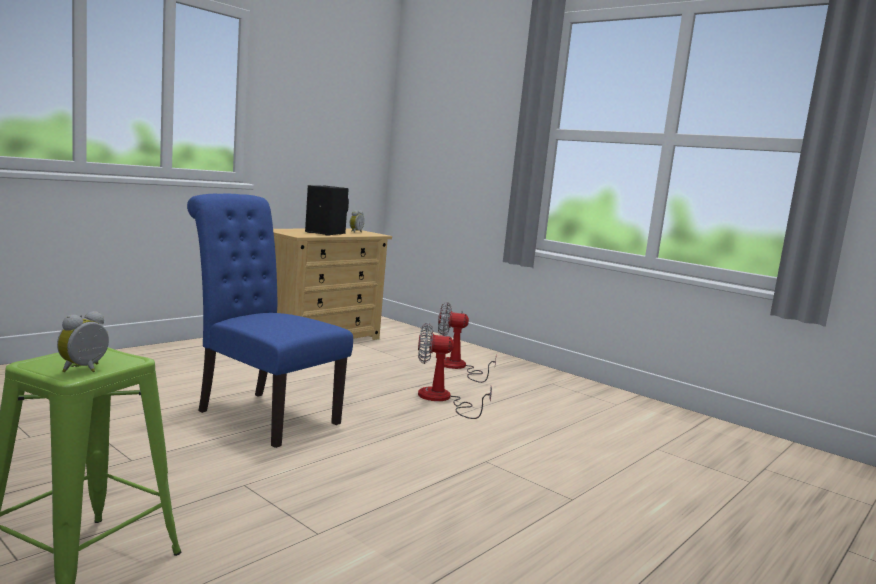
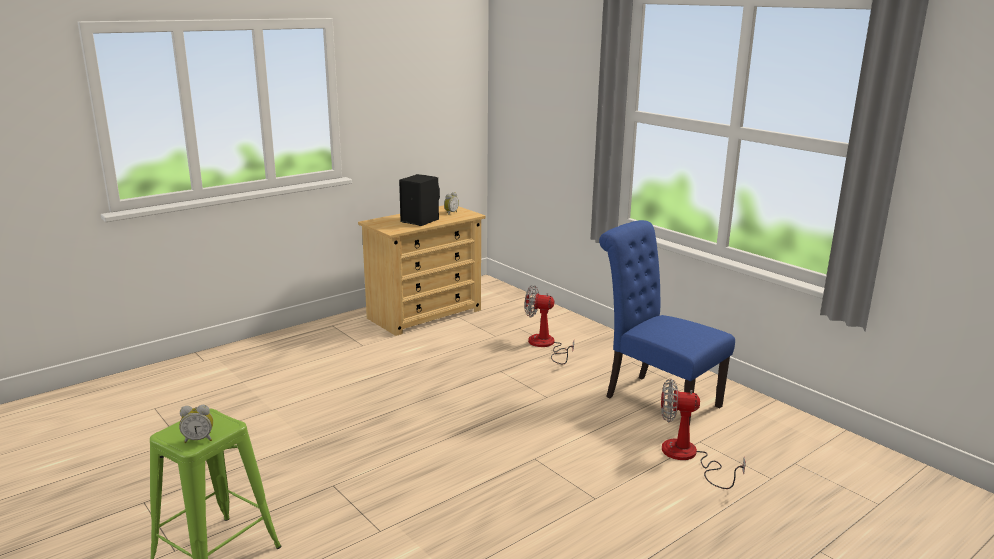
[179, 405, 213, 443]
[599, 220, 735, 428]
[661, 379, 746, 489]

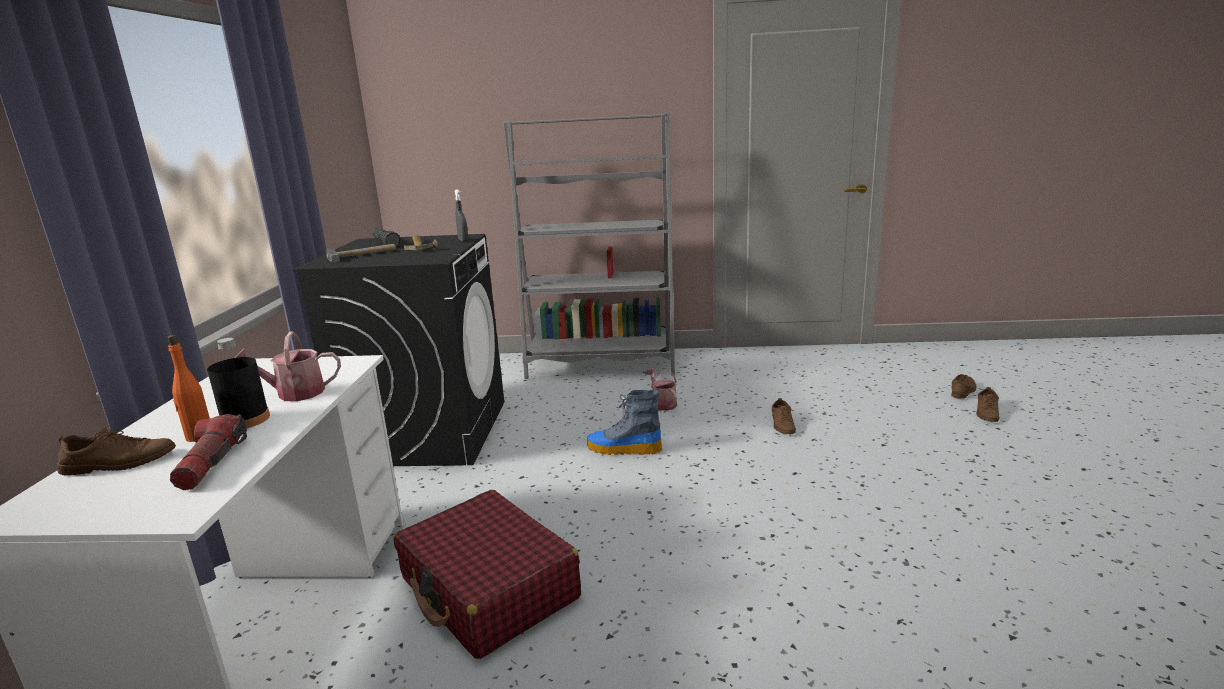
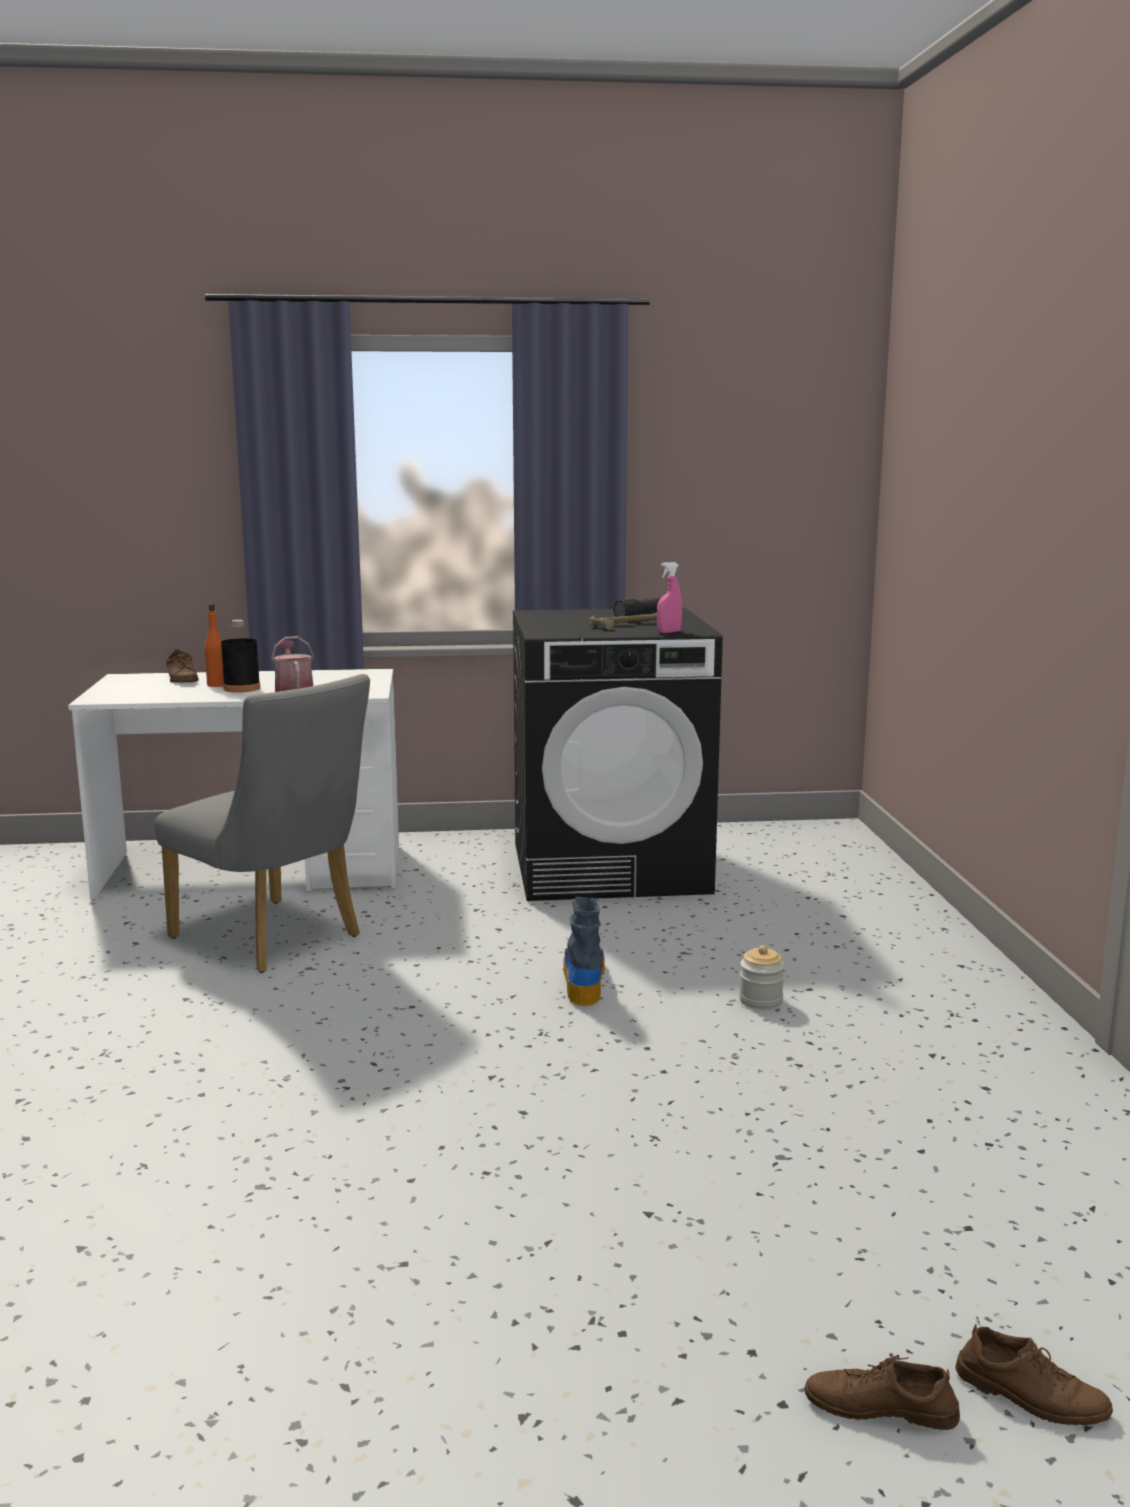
[170, 414, 247, 490] (first image)
[326, 244, 396, 263] (first image)
[155, 674, 370, 973]
[657, 562, 682, 633]
[503, 113, 675, 379] (first image)
[739, 945, 785, 1009]
[772, 398, 796, 434] (first image)

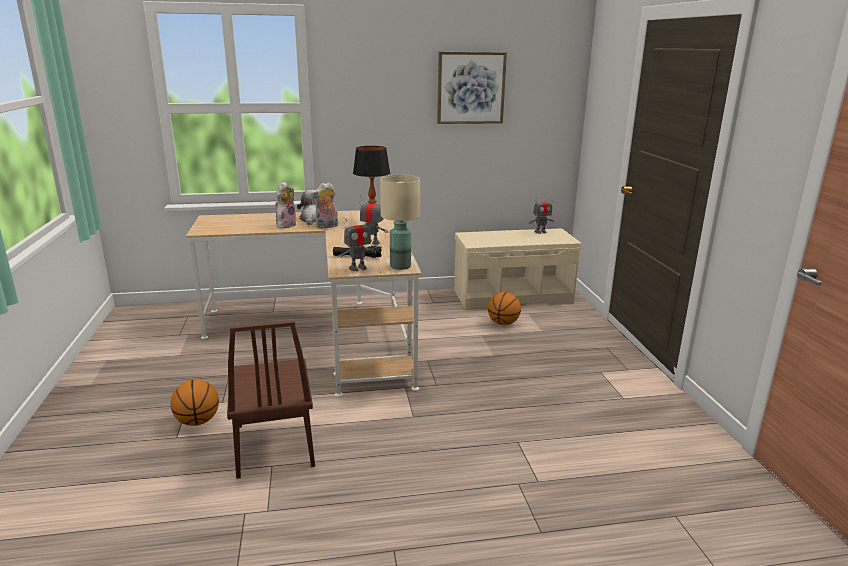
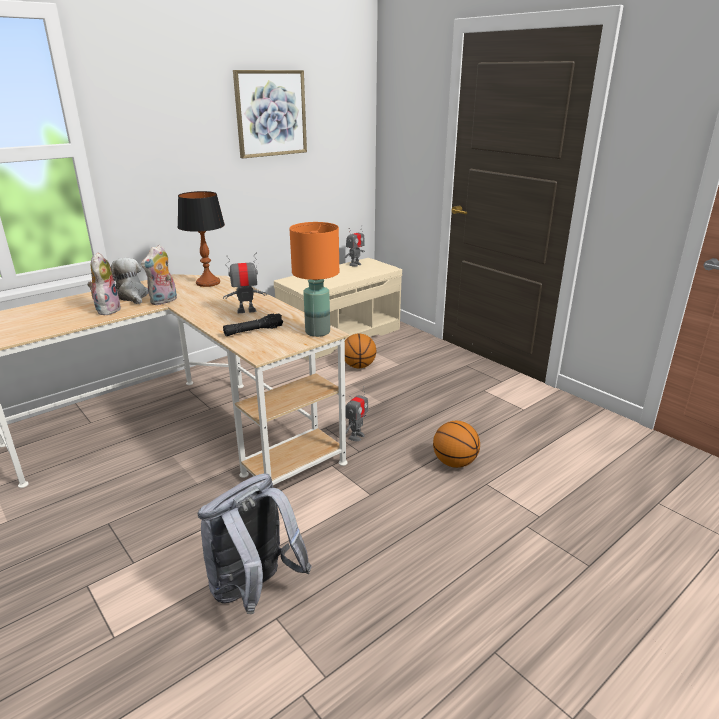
[433, 421, 480, 468]
[198, 474, 312, 614]
[345, 386, 368, 441]
[290, 222, 339, 337]

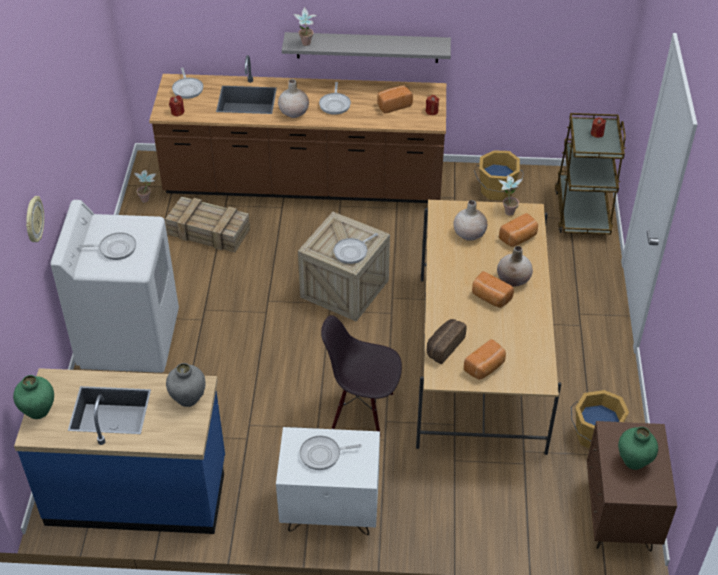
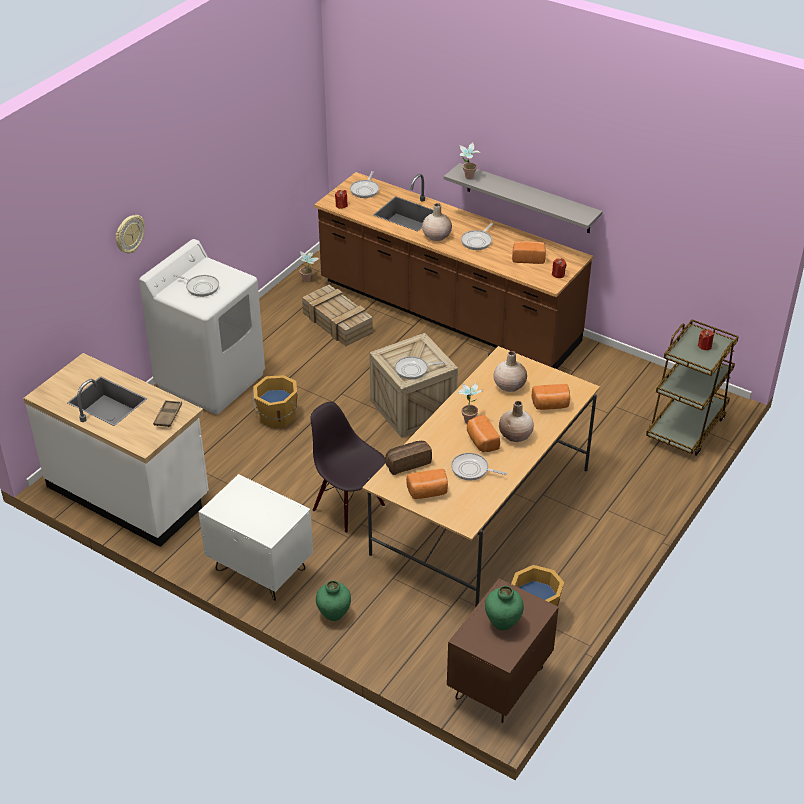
[316, 581, 351, 621]
[23, 353, 209, 547]
[153, 400, 182, 427]
[451, 453, 507, 481]
[252, 375, 298, 428]
[457, 382, 483, 424]

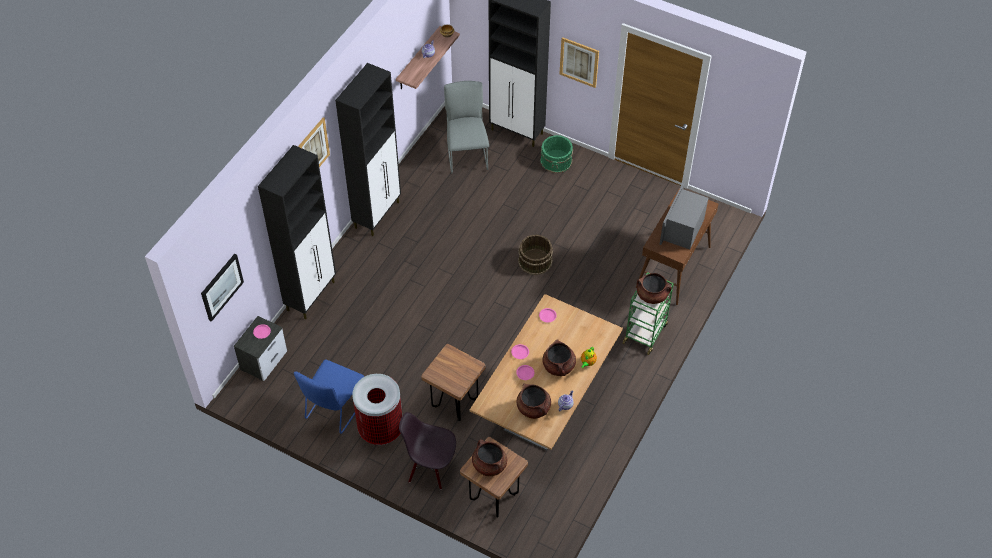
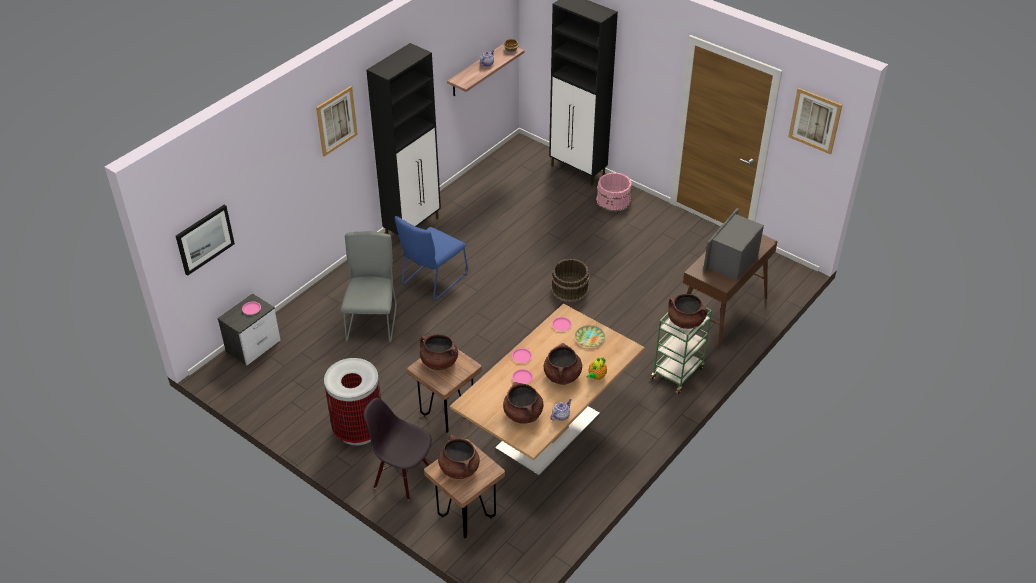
[258, 145, 336, 319] (first image)
[395, 216, 468, 300]
[341, 231, 397, 343]
[596, 173, 632, 212]
[788, 88, 842, 155]
[420, 334, 458, 370]
[575, 325, 605, 347]

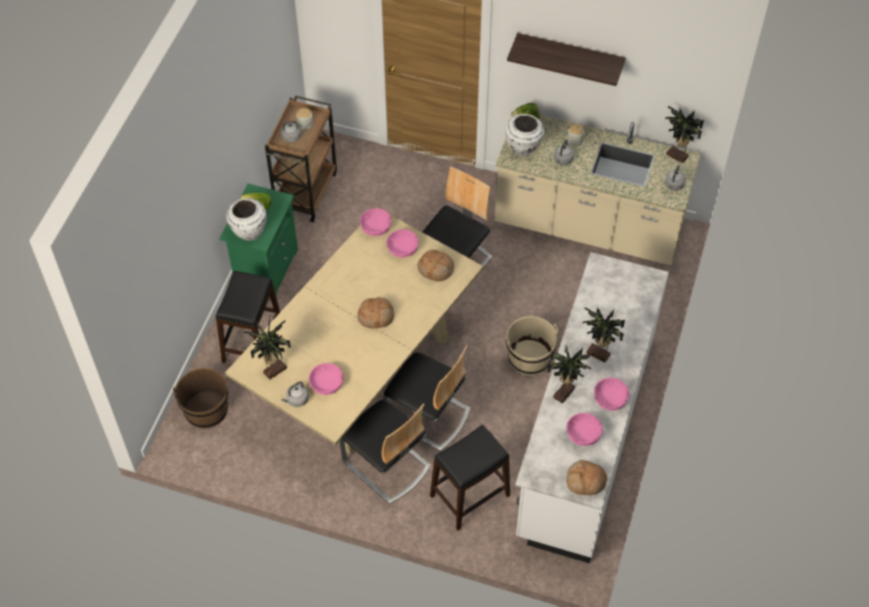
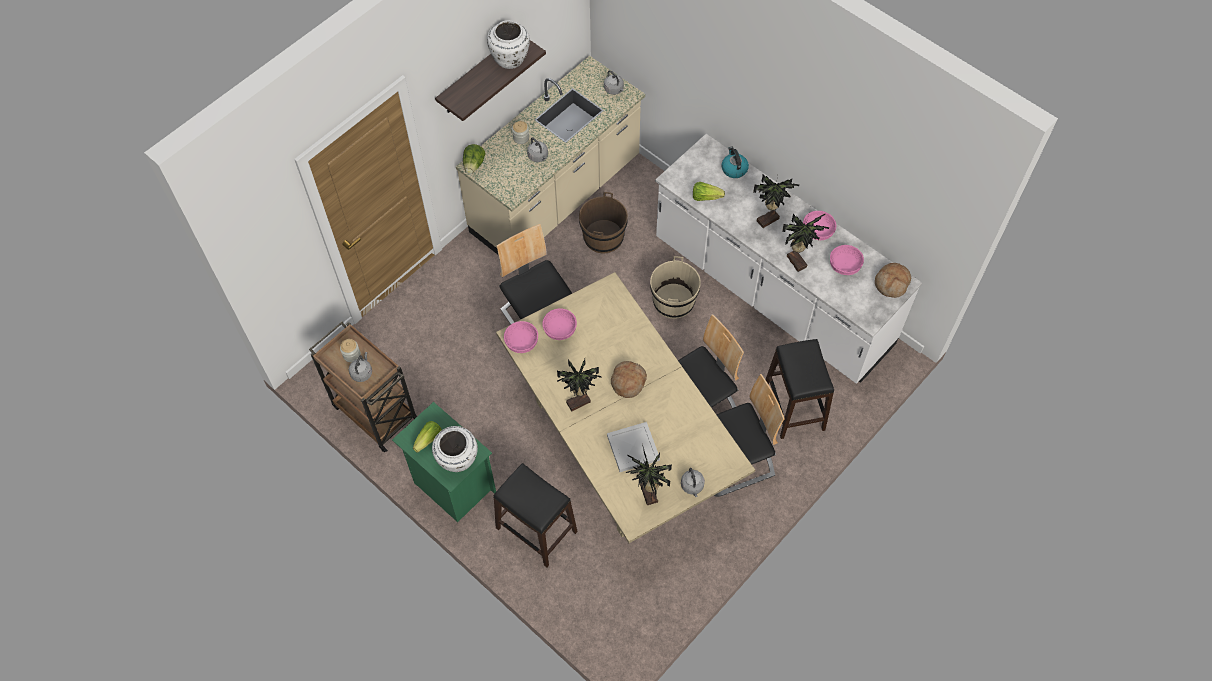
[579, 192, 628, 254]
[309, 363, 343, 395] (first image)
[418, 250, 454, 282] (first image)
[487, 20, 530, 69]
[557, 359, 601, 411]
[607, 422, 660, 472]
[693, 182, 725, 201]
[721, 147, 749, 178]

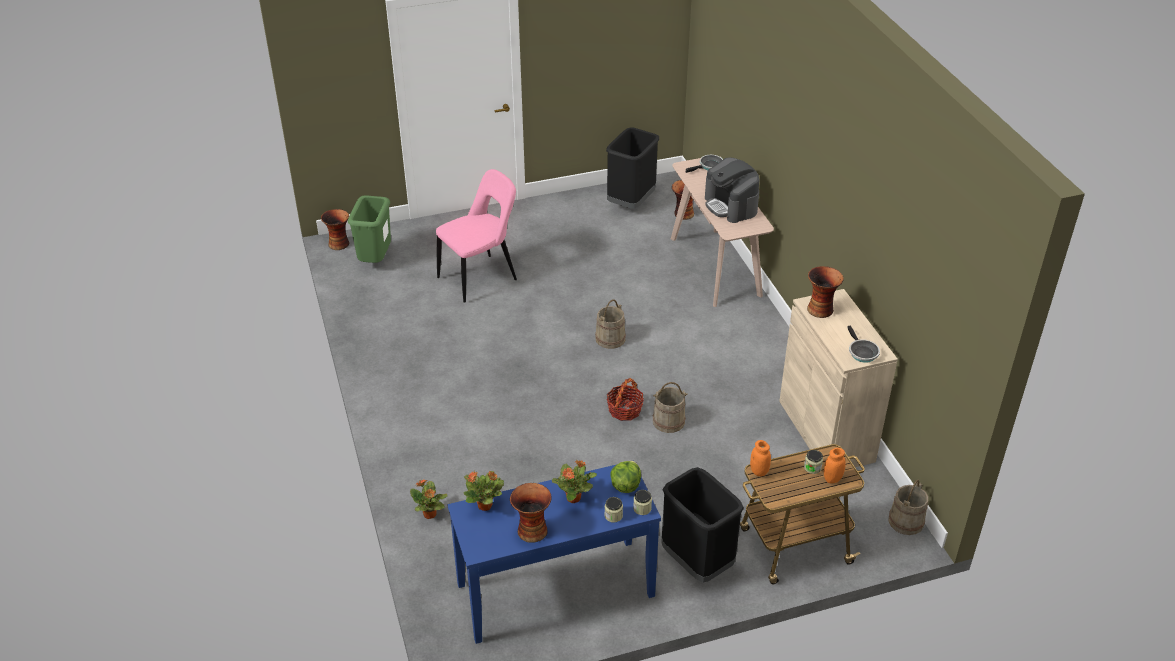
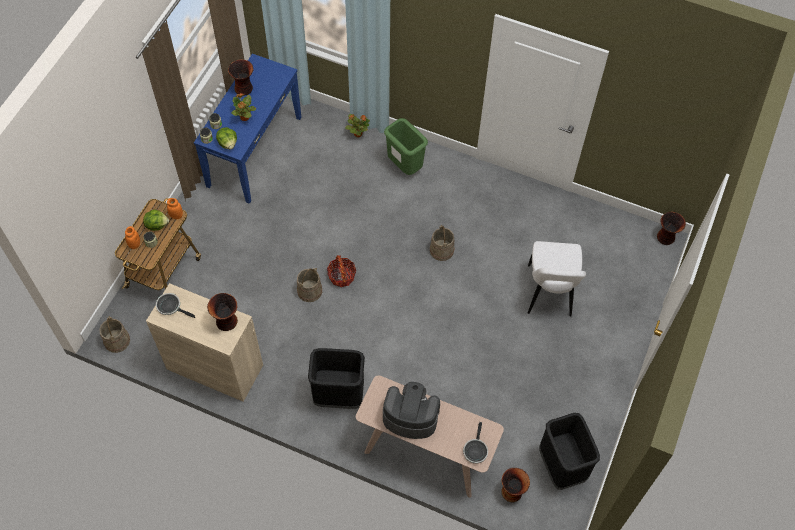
[384, 118, 428, 175]
[528, 241, 586, 317]
[464, 471, 504, 511] (first image)
[430, 225, 455, 261]
[308, 348, 365, 409]
[143, 209, 169, 231]

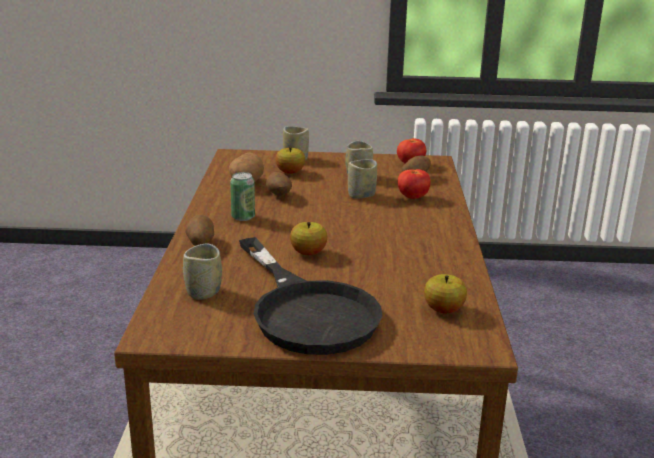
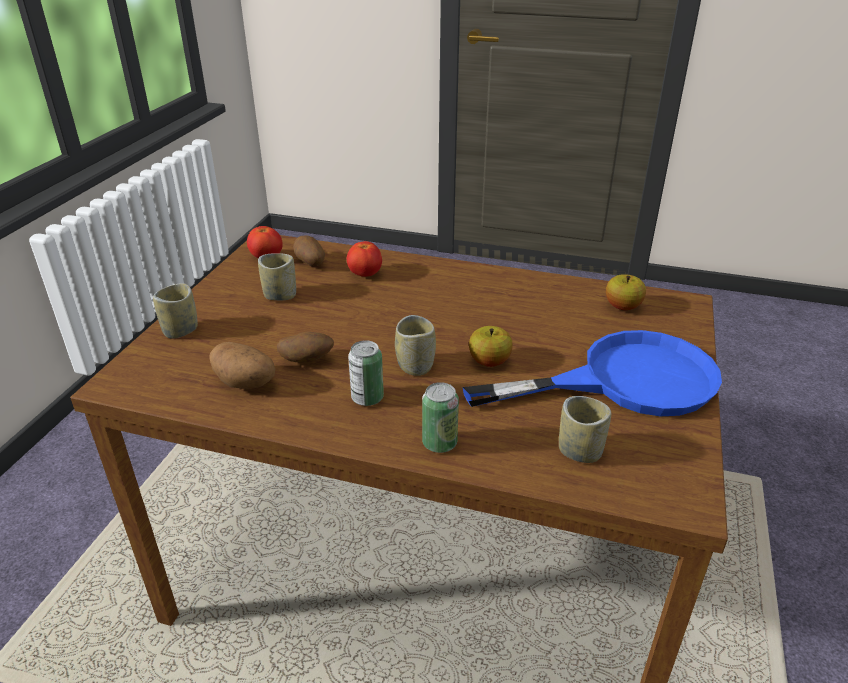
[422, 382, 459, 453]
[463, 330, 722, 416]
[276, 147, 305, 174] (first image)
[395, 315, 436, 376]

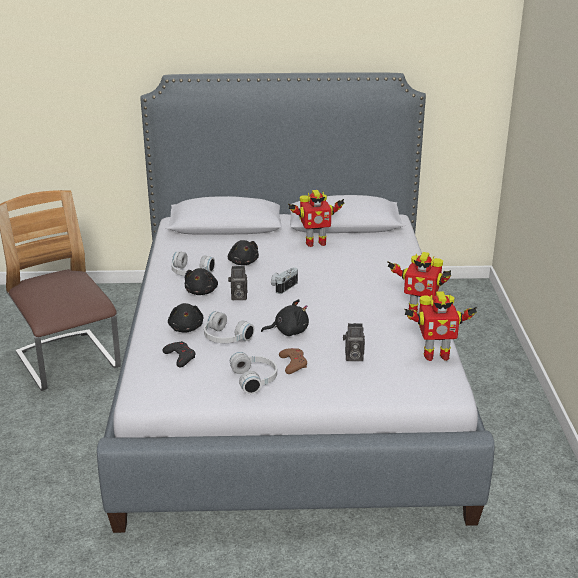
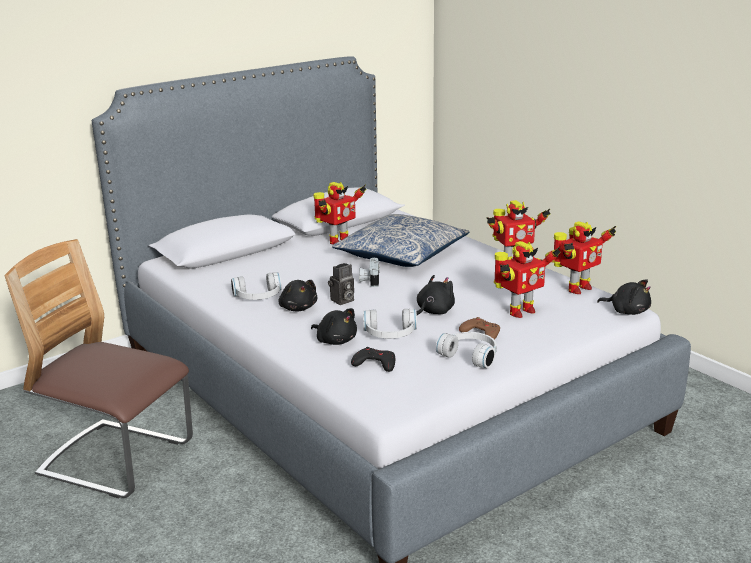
[597, 279, 651, 315]
[494, 241, 561, 318]
[332, 214, 470, 267]

